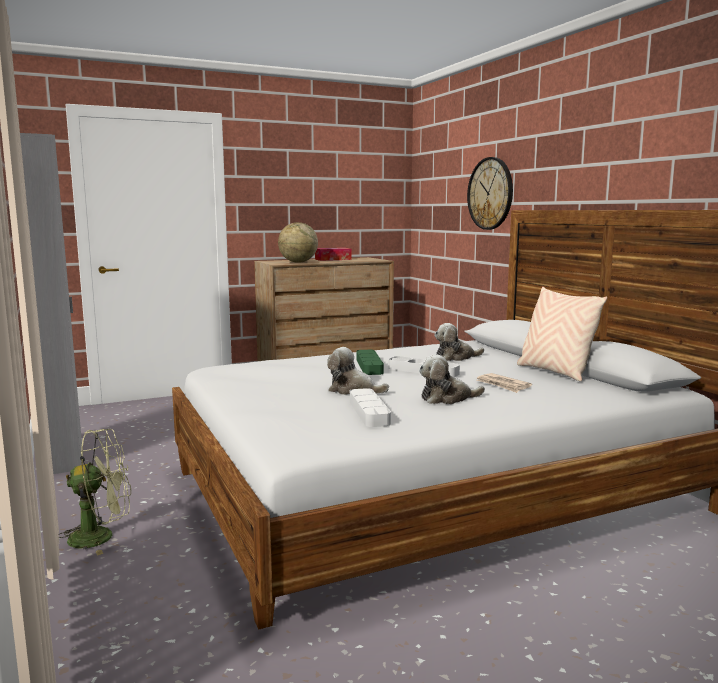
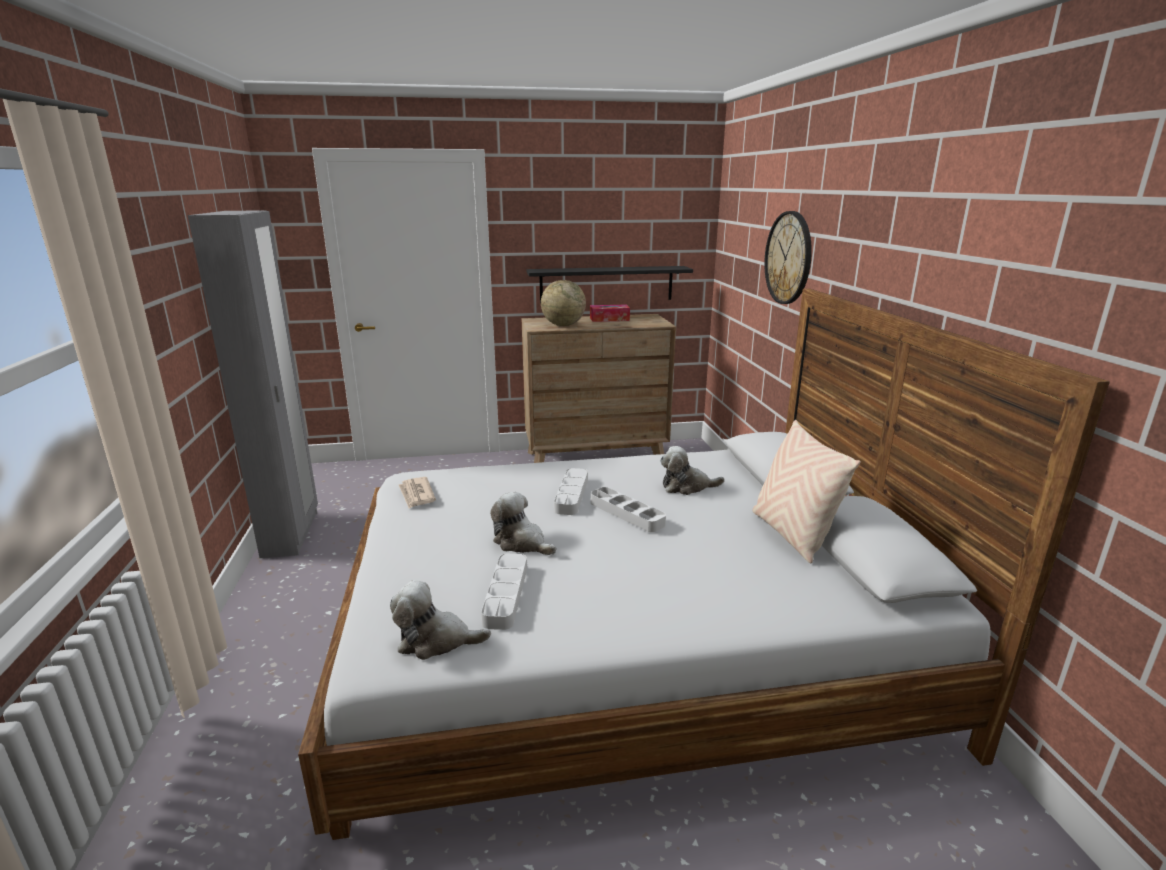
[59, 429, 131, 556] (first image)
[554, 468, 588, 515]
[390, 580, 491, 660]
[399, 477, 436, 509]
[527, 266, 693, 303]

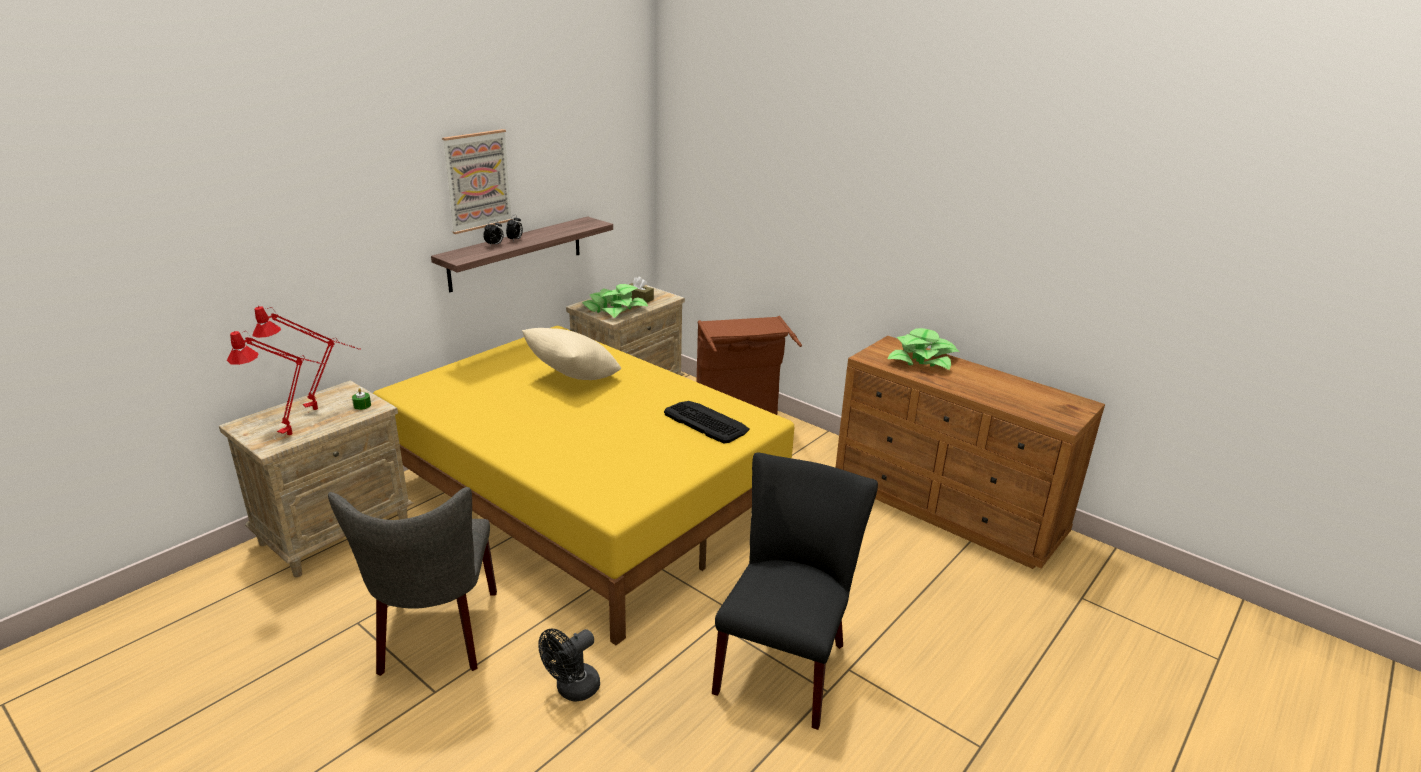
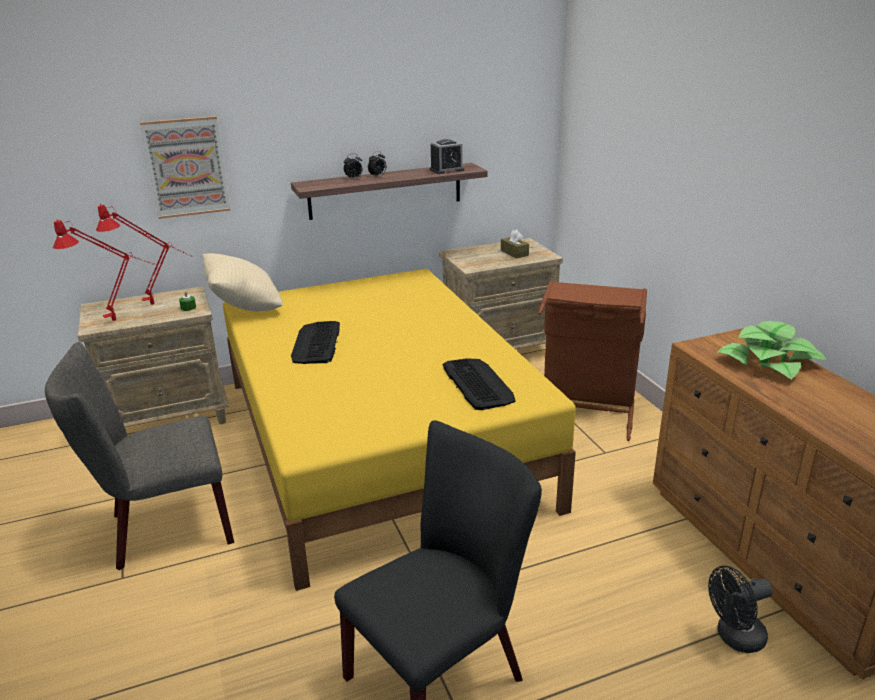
[45, 342, 234, 570]
[140, 116, 230, 219]
[203, 253, 283, 312]
[708, 566, 773, 653]
[582, 284, 648, 318] (first image)
[291, 321, 340, 364]
[430, 139, 464, 174]

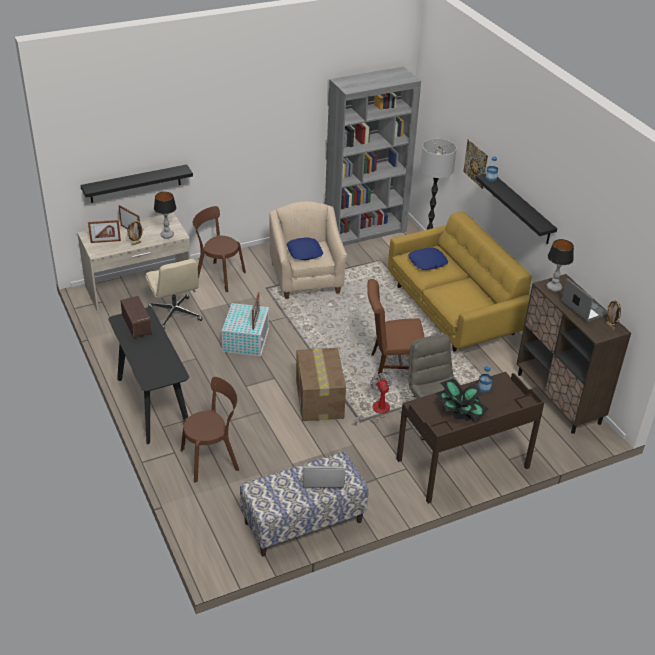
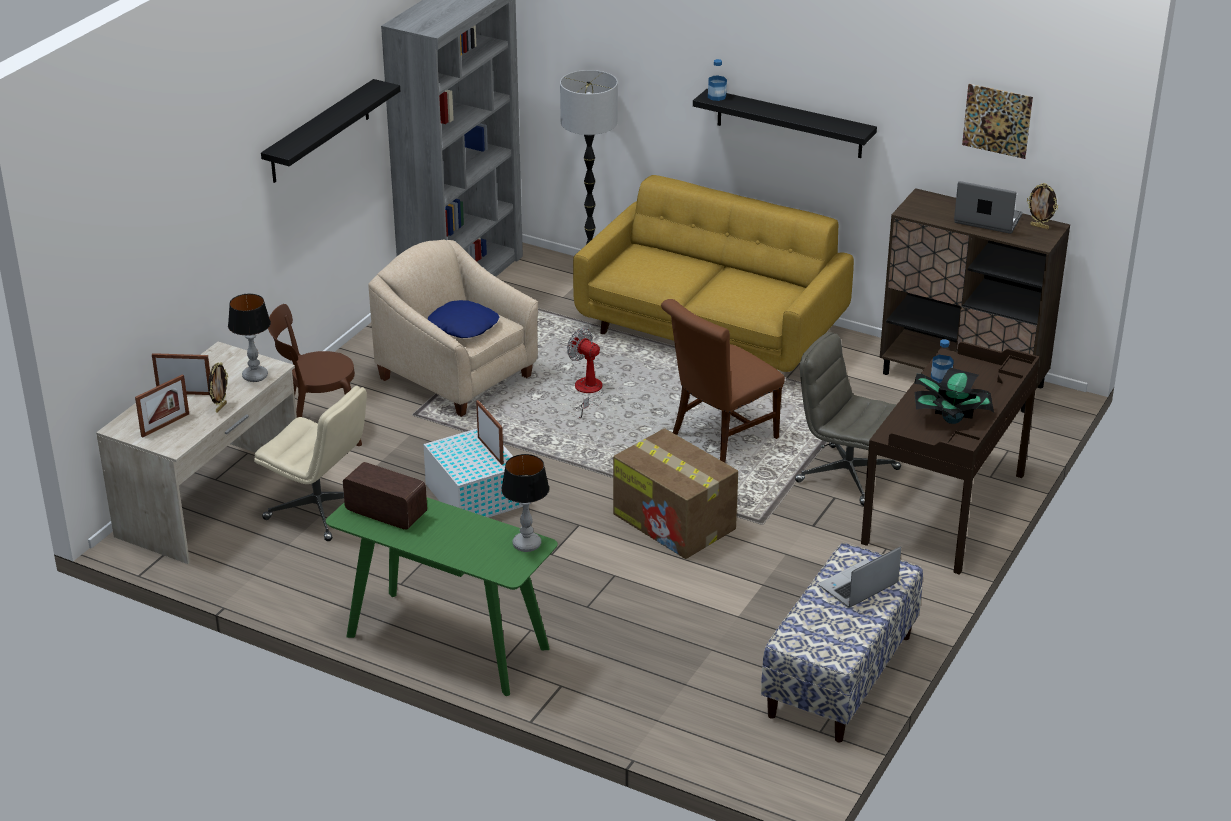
[261, 79, 400, 183]
[326, 497, 558, 696]
[181, 377, 239, 483] (first image)
[567, 328, 604, 418]
[409, 248, 448, 270] (first image)
[962, 84, 1033, 159]
[501, 454, 549, 552]

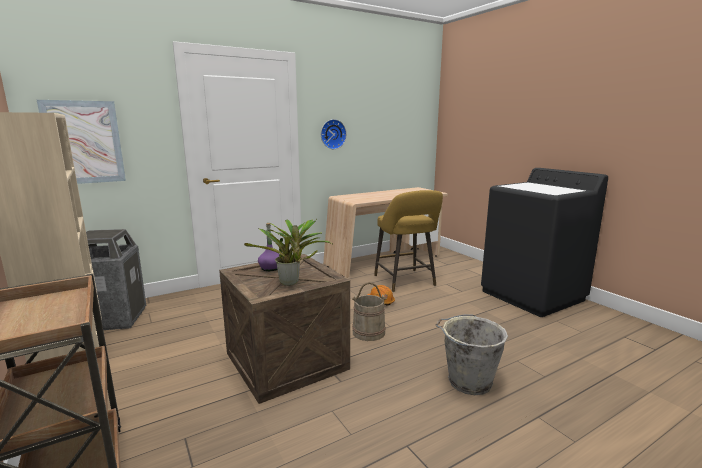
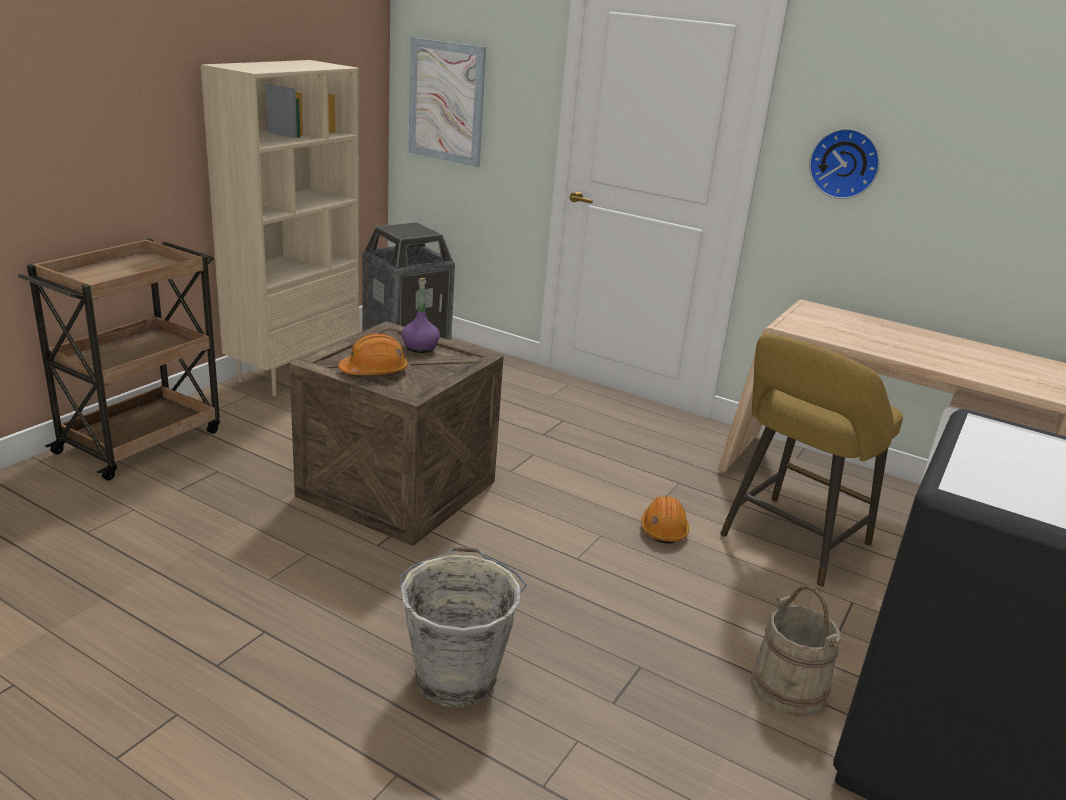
[338, 333, 408, 375]
[751, 585, 840, 716]

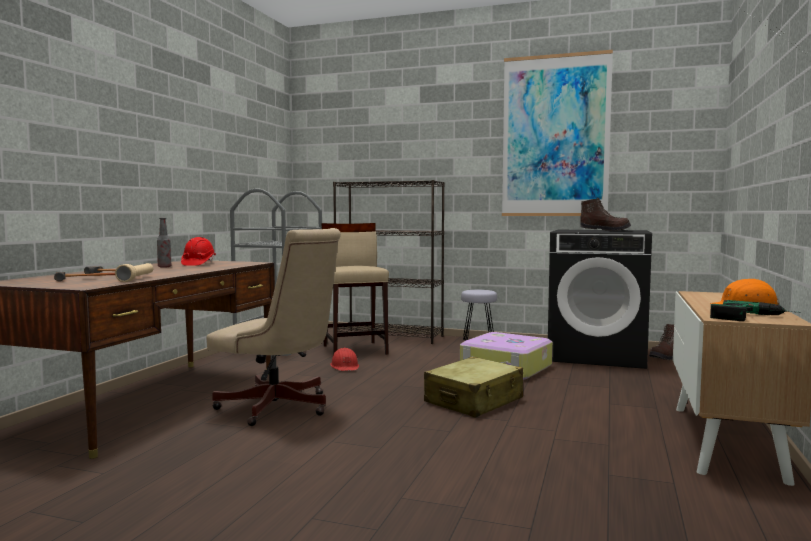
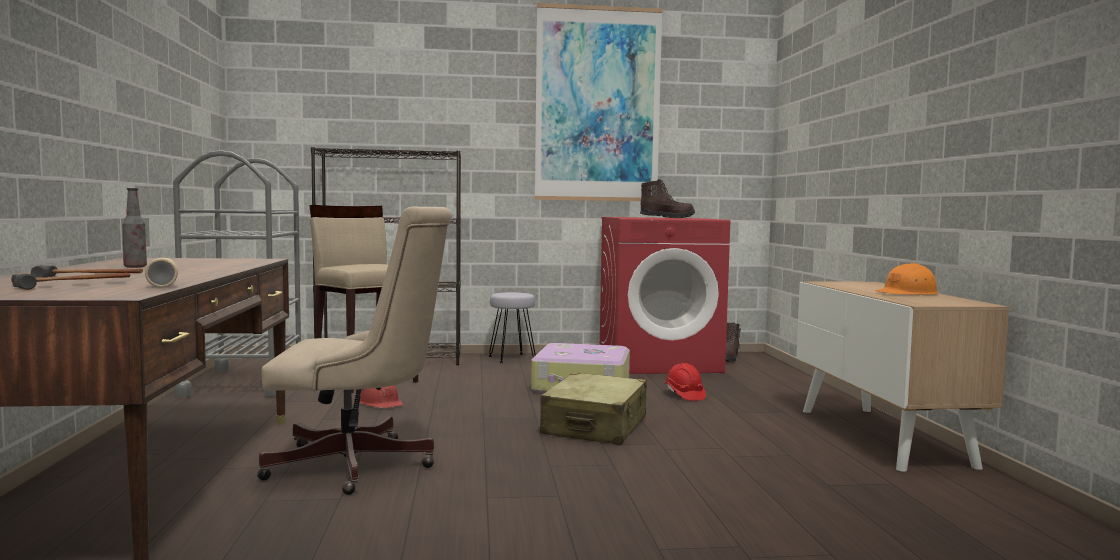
[665, 363, 706, 401]
[600, 217, 730, 374]
[710, 300, 801, 321] (first image)

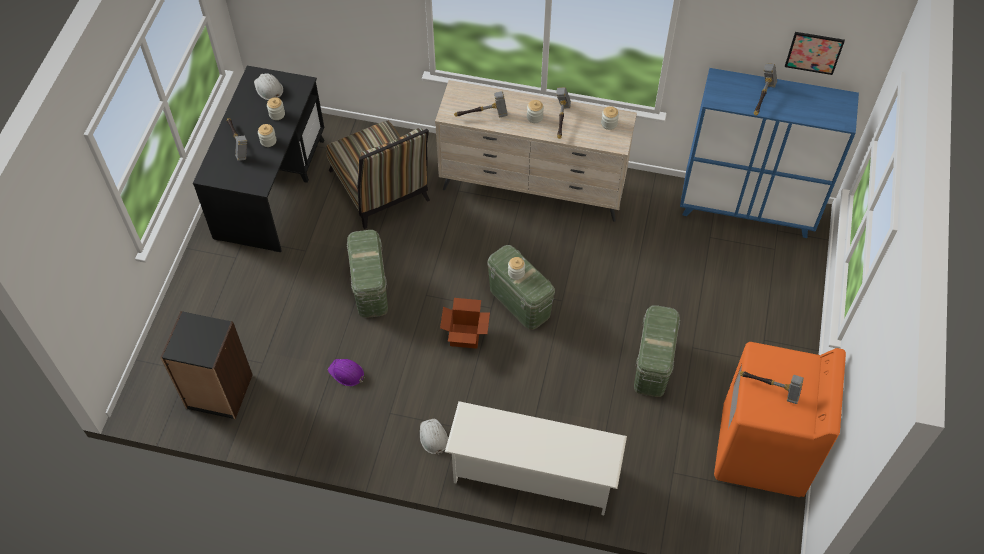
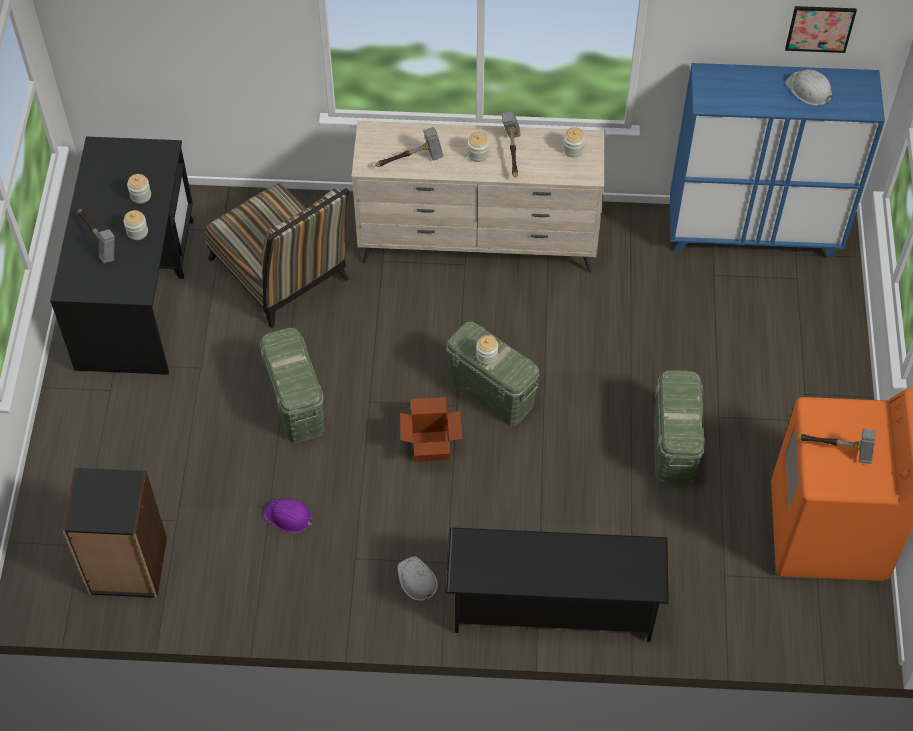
[785, 69, 834, 106]
[446, 527, 669, 642]
[754, 63, 777, 116] (first image)

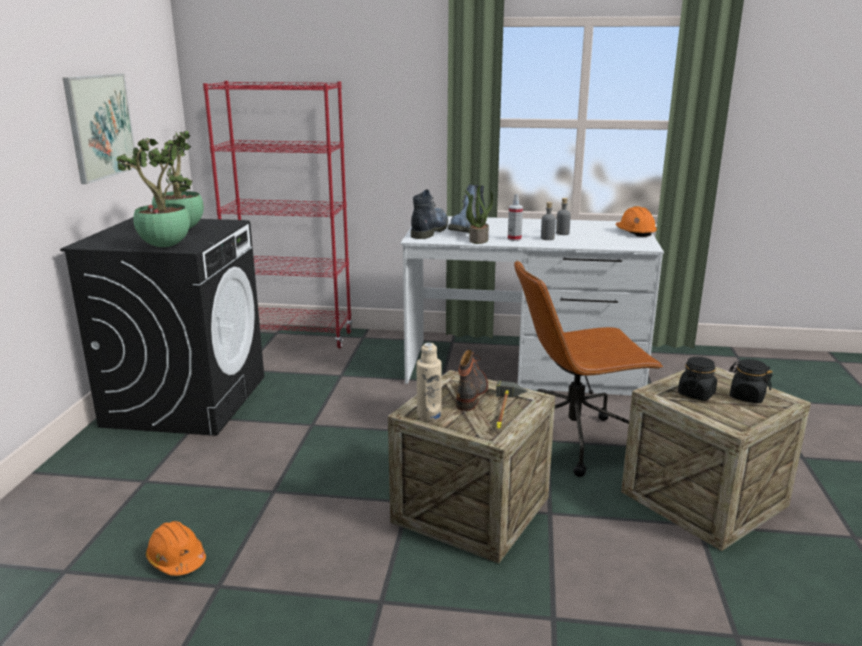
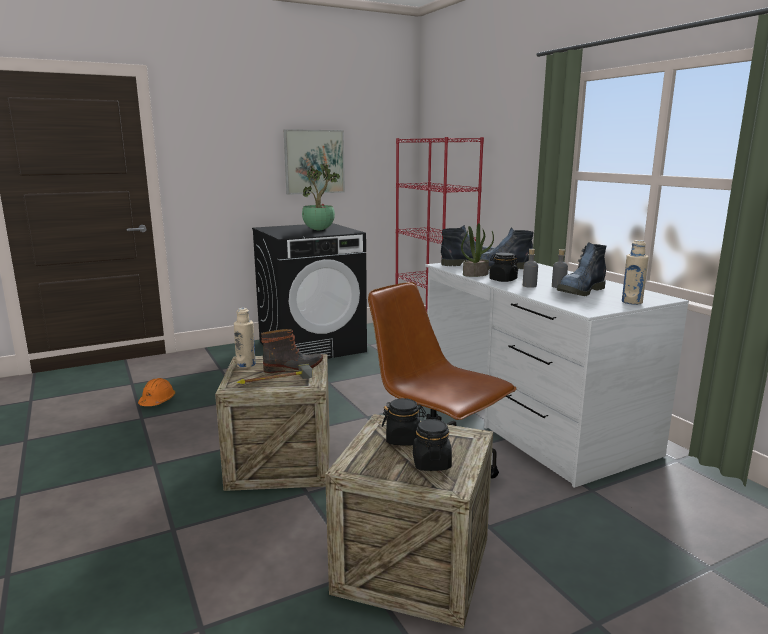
[116, 138, 193, 247] (first image)
[489, 252, 518, 282]
[622, 240, 649, 305]
[557, 242, 606, 296]

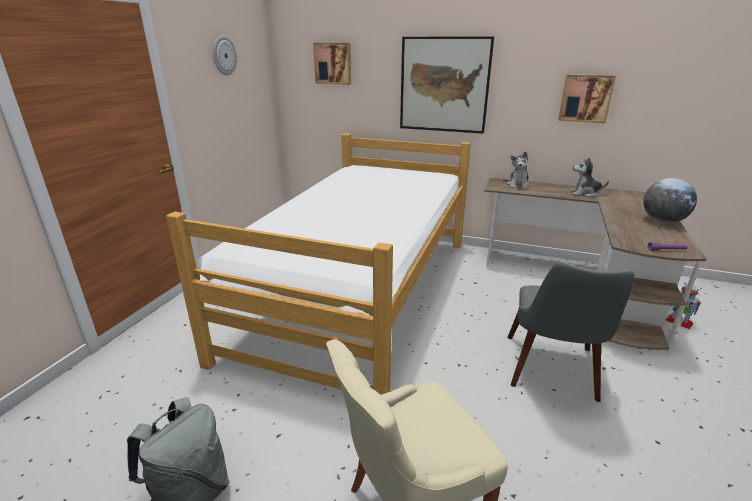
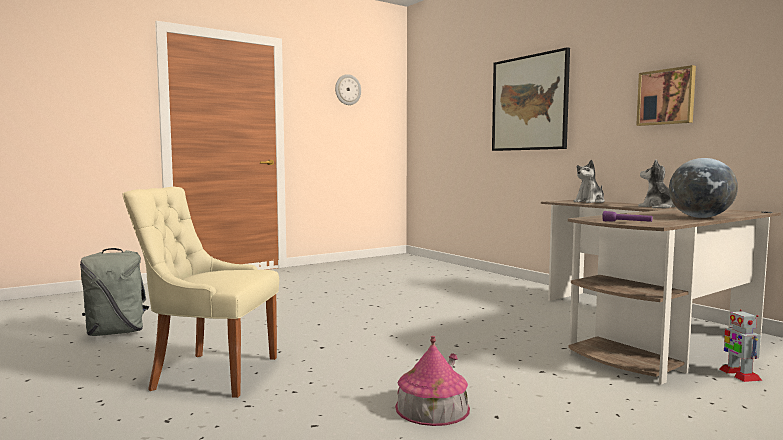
[166, 133, 471, 395] (first image)
[313, 43, 351, 85] (first image)
[508, 261, 634, 402] (first image)
[395, 336, 470, 426]

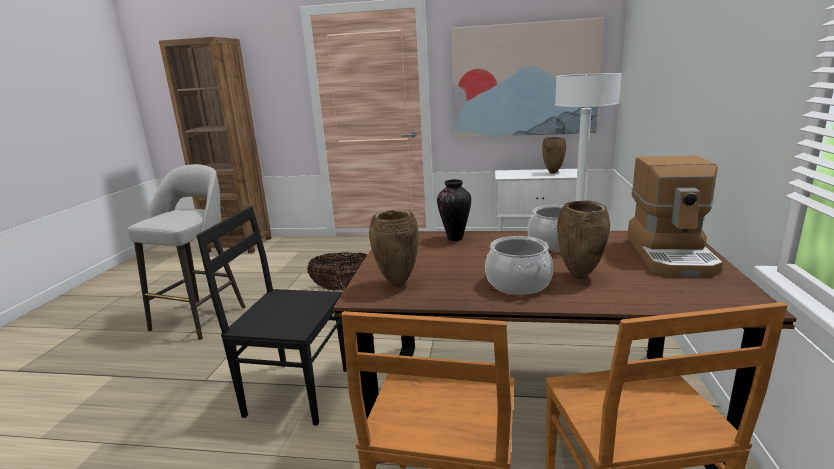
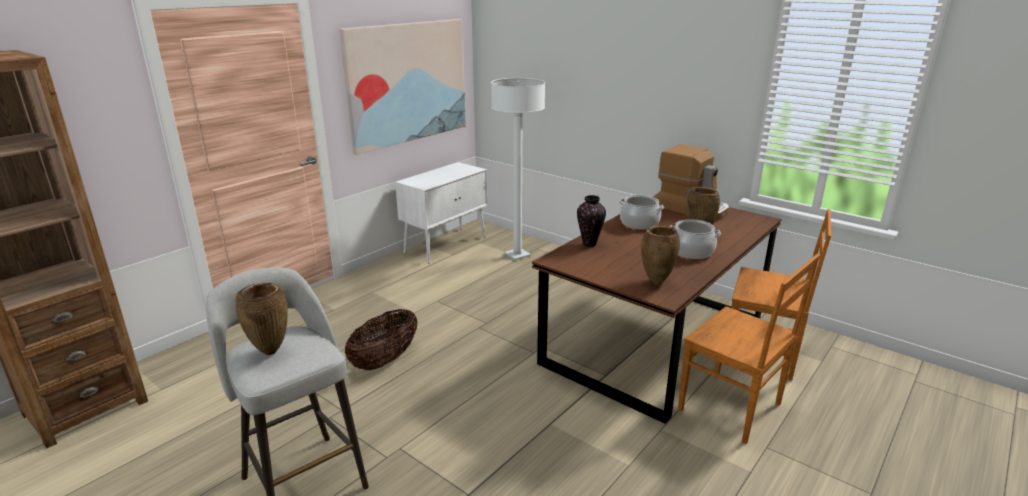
[196, 206, 347, 425] (first image)
[235, 282, 288, 355]

